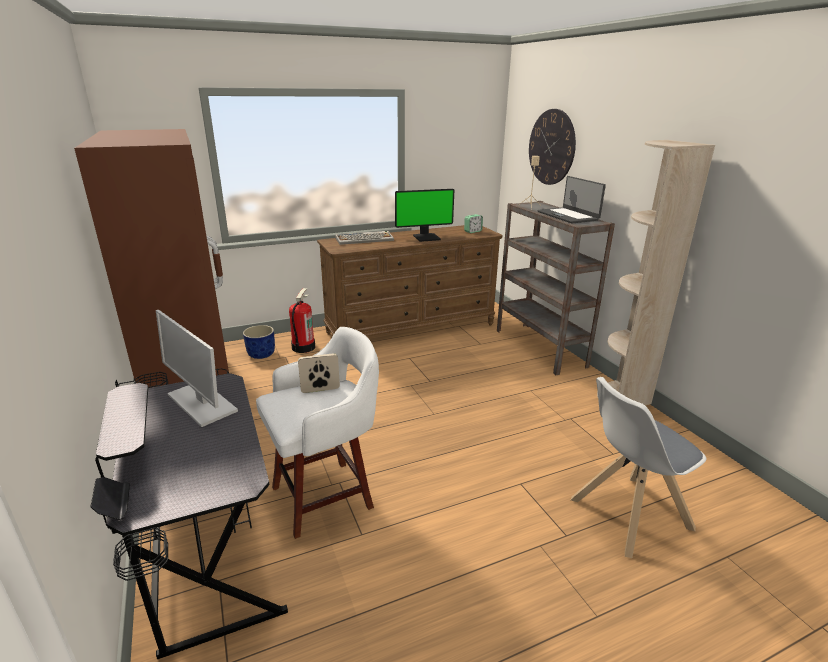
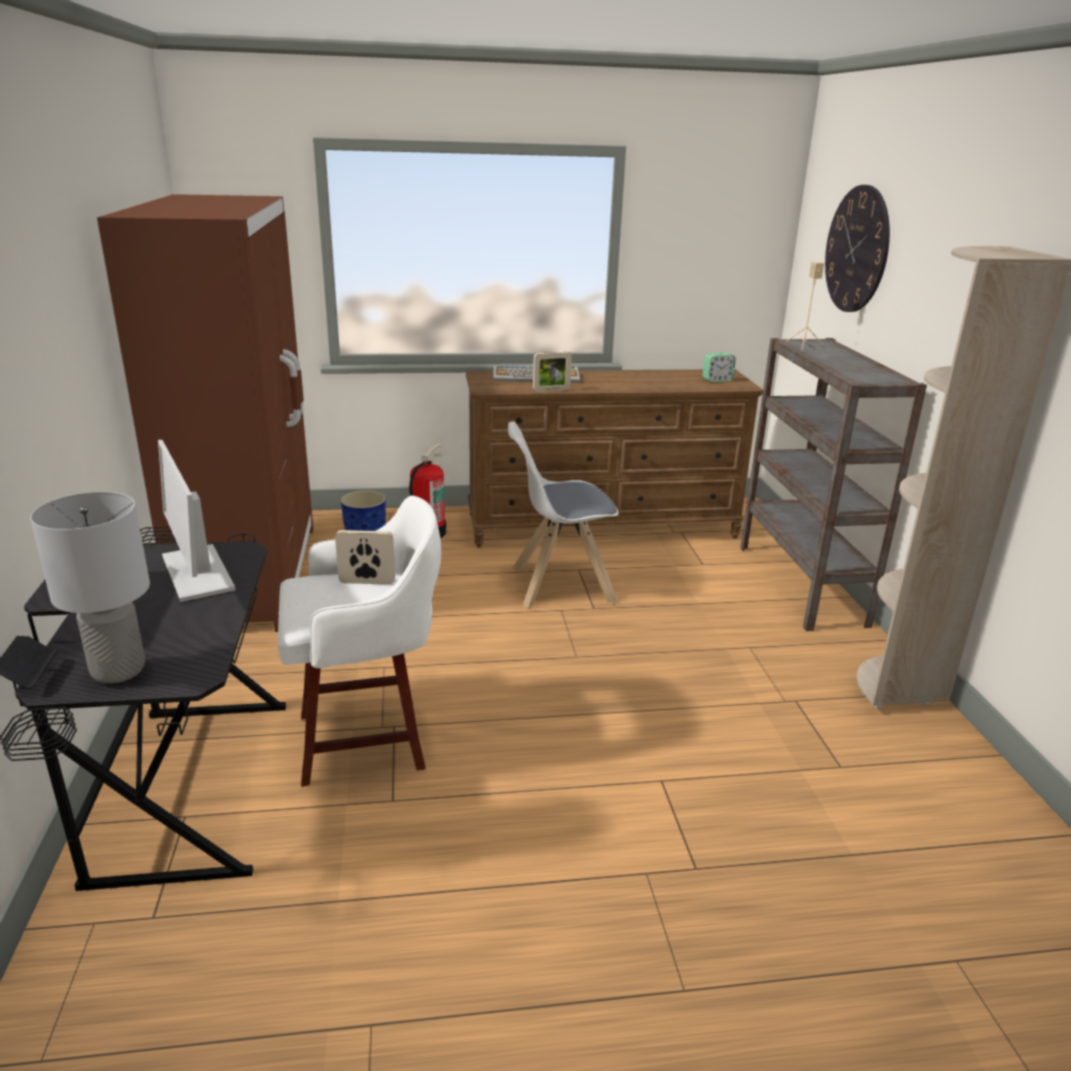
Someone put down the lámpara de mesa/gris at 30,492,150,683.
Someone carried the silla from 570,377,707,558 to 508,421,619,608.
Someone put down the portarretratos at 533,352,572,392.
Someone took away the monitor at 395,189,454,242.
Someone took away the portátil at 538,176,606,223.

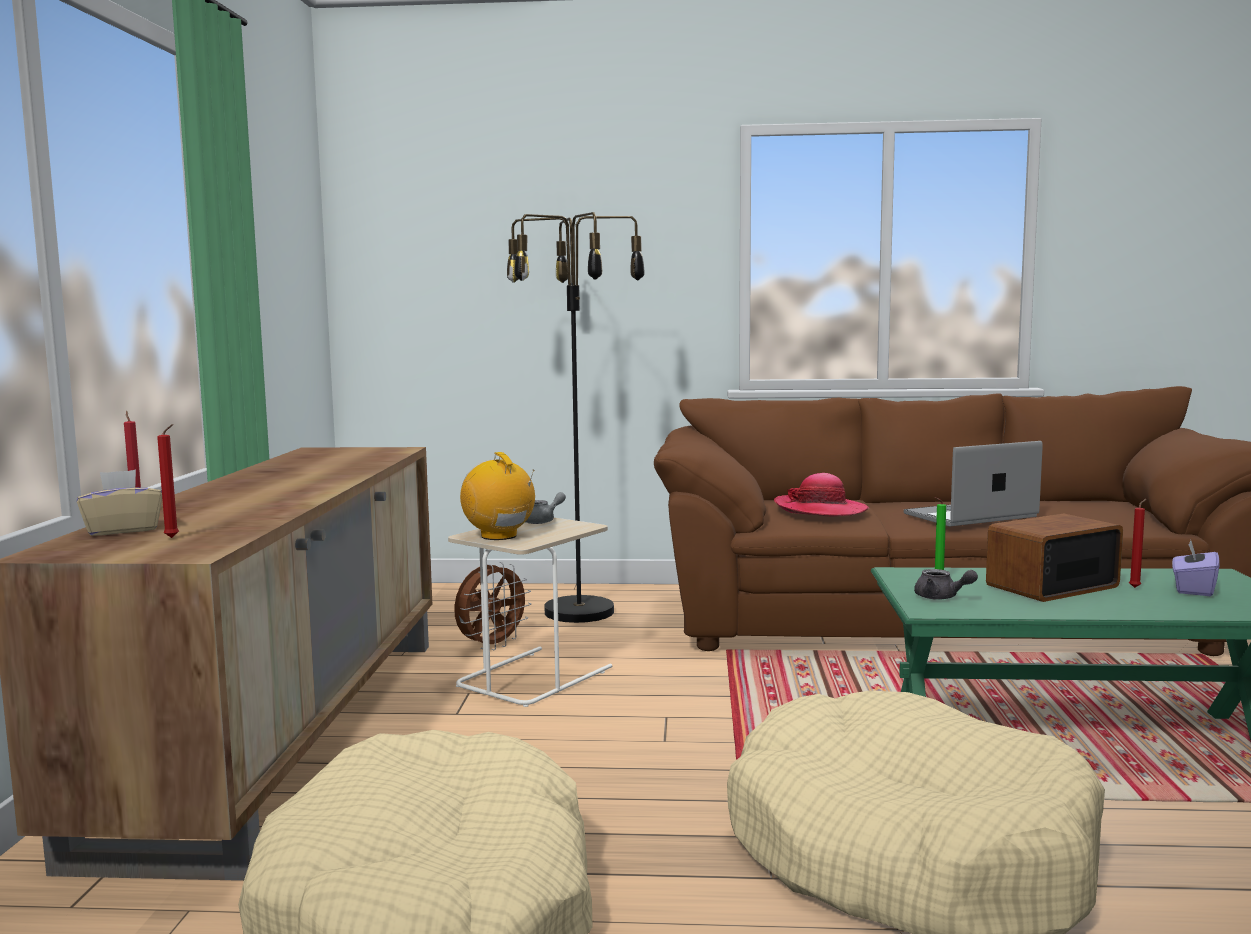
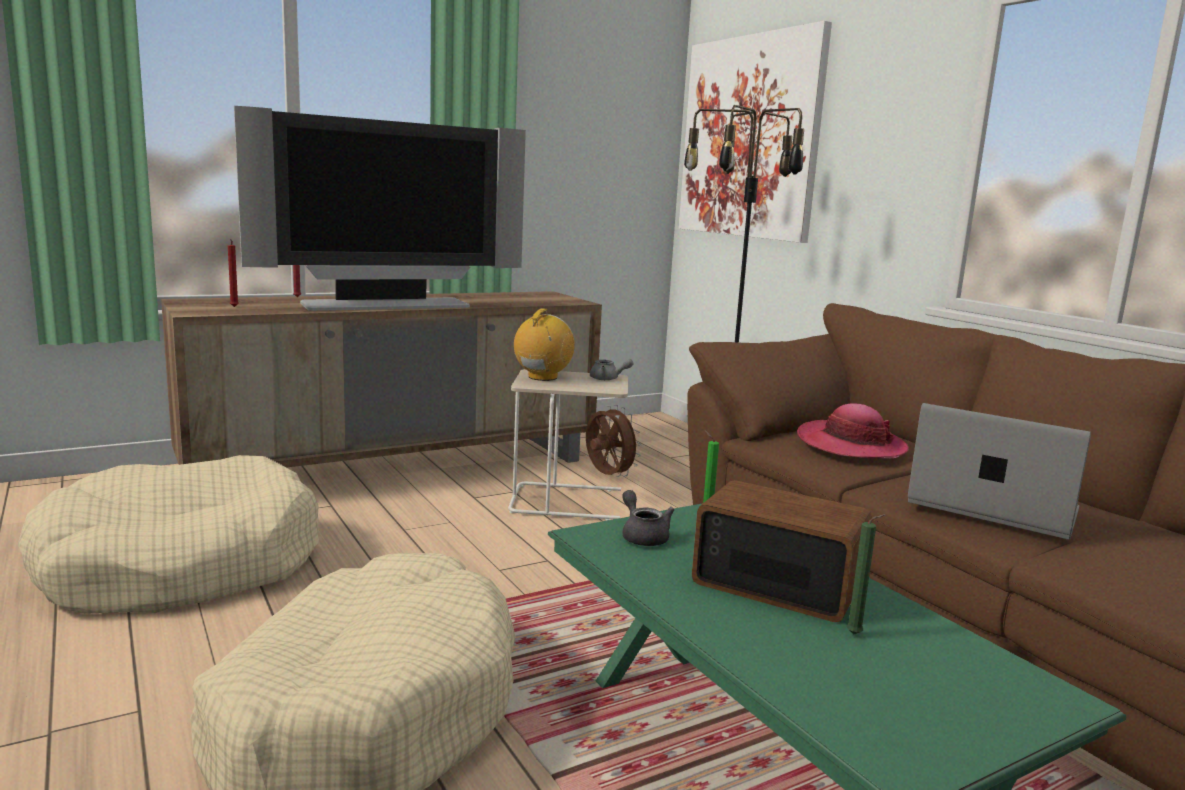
Someone put down the televisor at 234,106,526,311.
Someone rotated the ventilador/marrón at 454,562,531,650 by 135 degrees counterclockwise.
Someone rotated the tetera/gris at 914,569,978,600 by 150 degrees clockwise.
Someone put up the cuadro at 679,21,832,243.
Someone repainted the vela/rojo at 1129,499,1146,588, which became the vela/verde at 847,514,886,634.
Someone took away the caja de pañuelos/beis at 77,470,162,536.
Someone took away the caja de pañuelos/morado at 1172,540,1220,596.

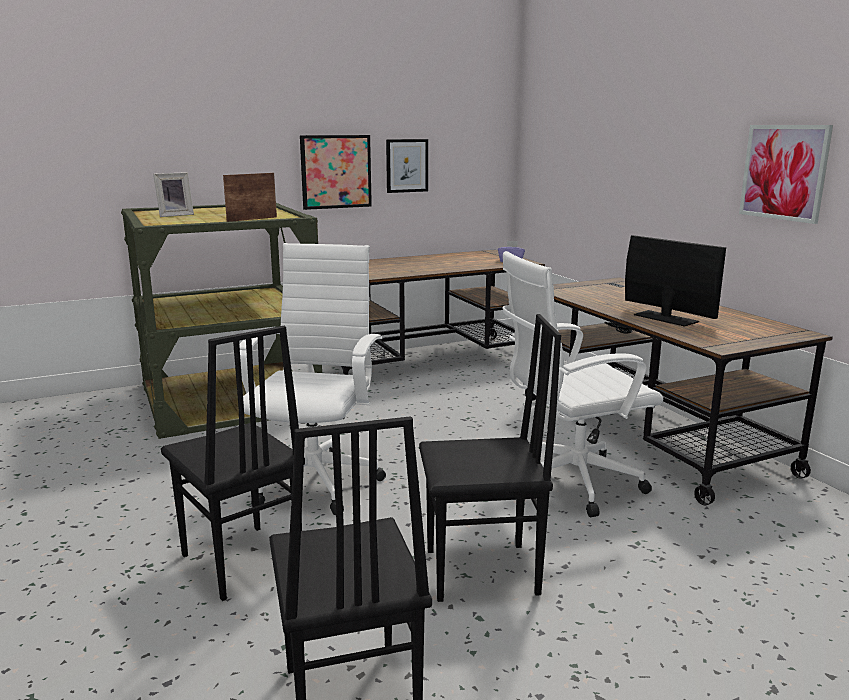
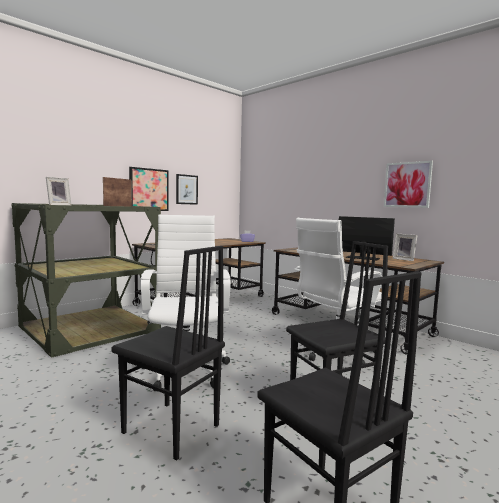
Someone put down the portarretratos at 392,233,417,261.

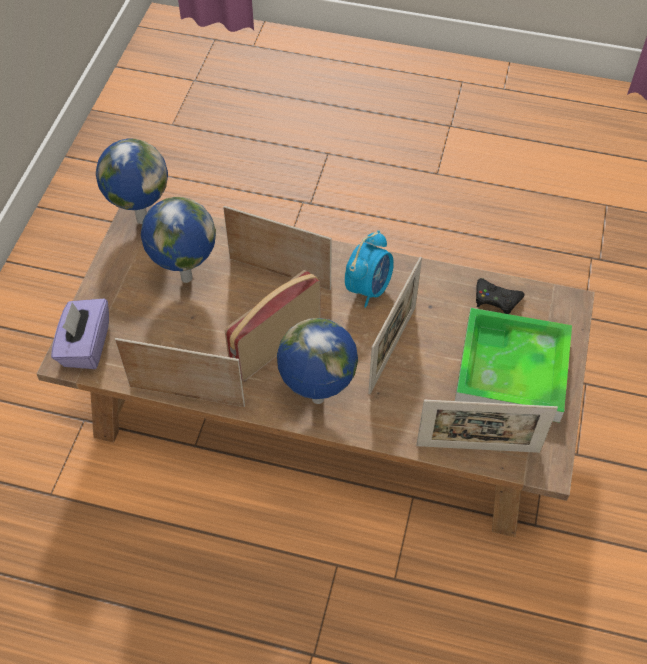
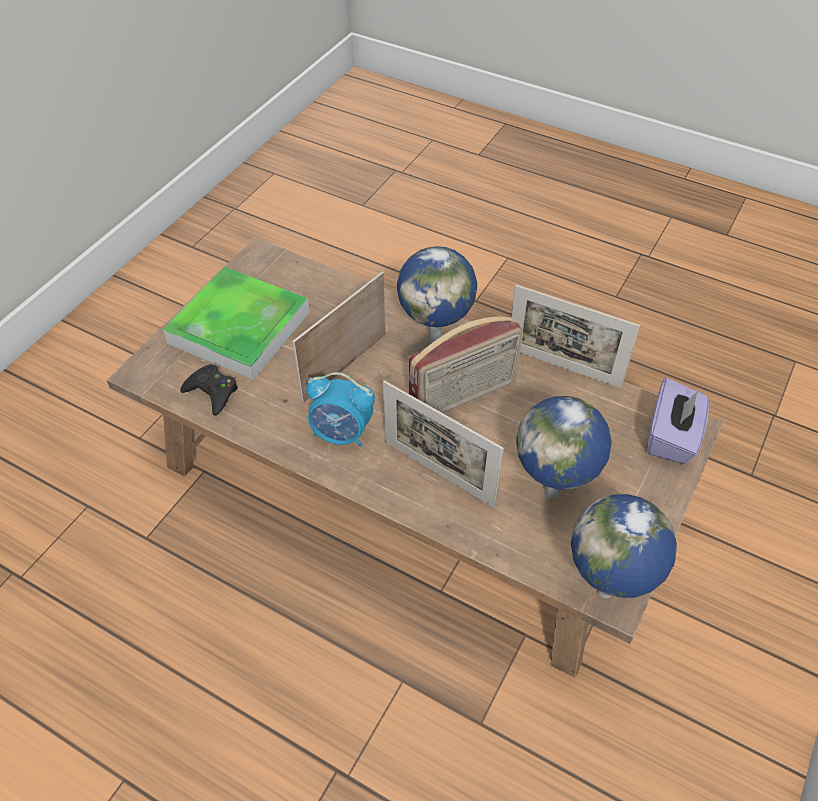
Someone rotated the despertador at 345,230,394,308 by 120 degrees counterclockwise.
Someone took away the portarretratos at 416,400,558,453.

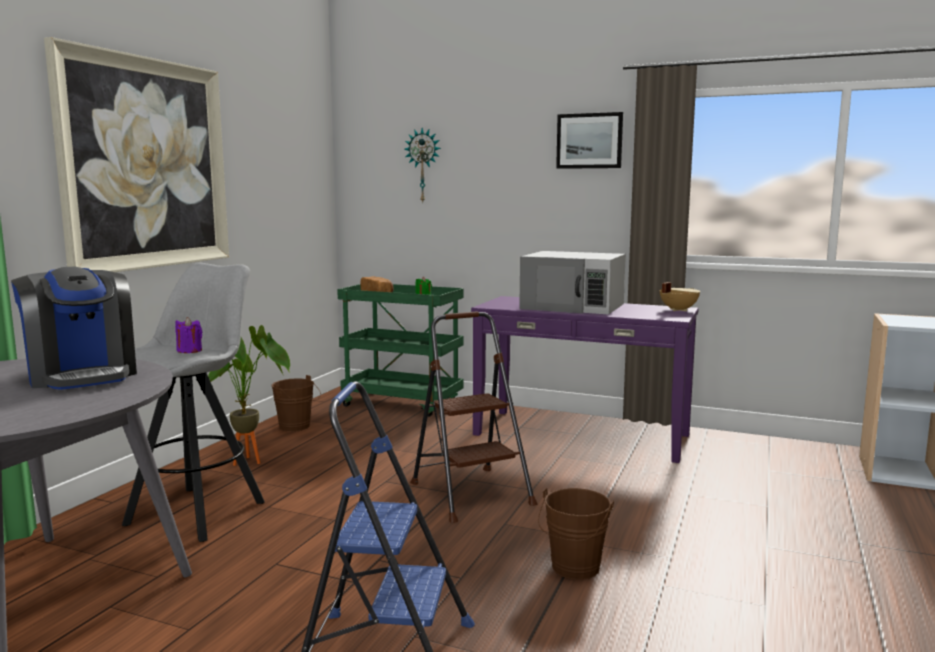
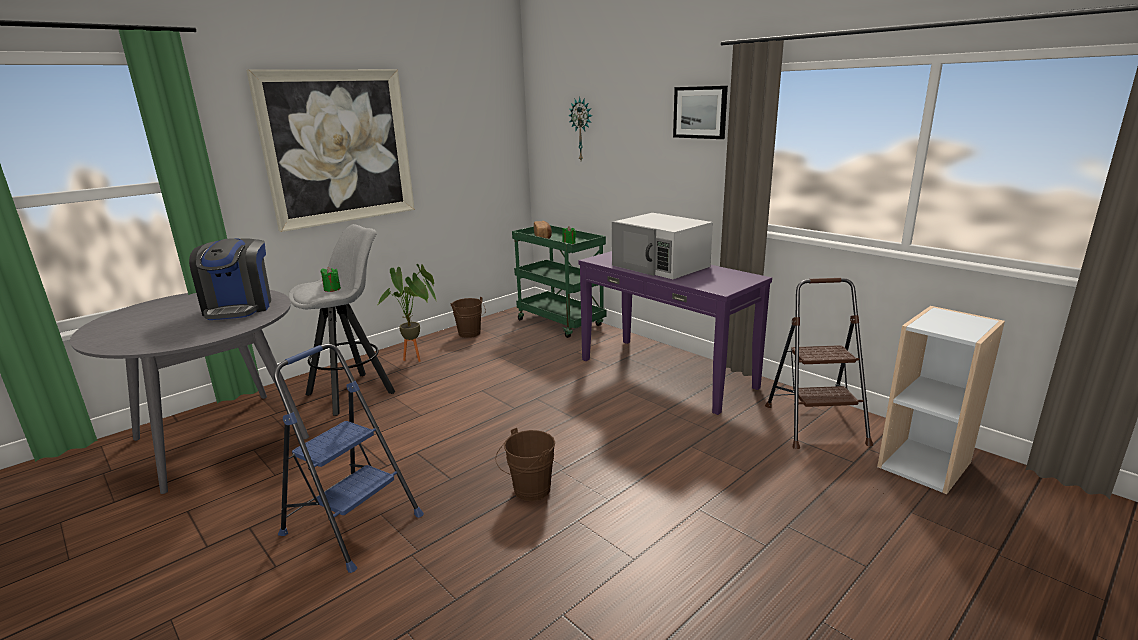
Someone repainted the vela/morado at 175,317,202,353, which became the vela/verde at 321,267,341,292.
Someone carried the escalera de tijera/marrón from 410,311,537,523 to 765,278,873,449.
Someone took away the olla/beis at 660,282,700,311.

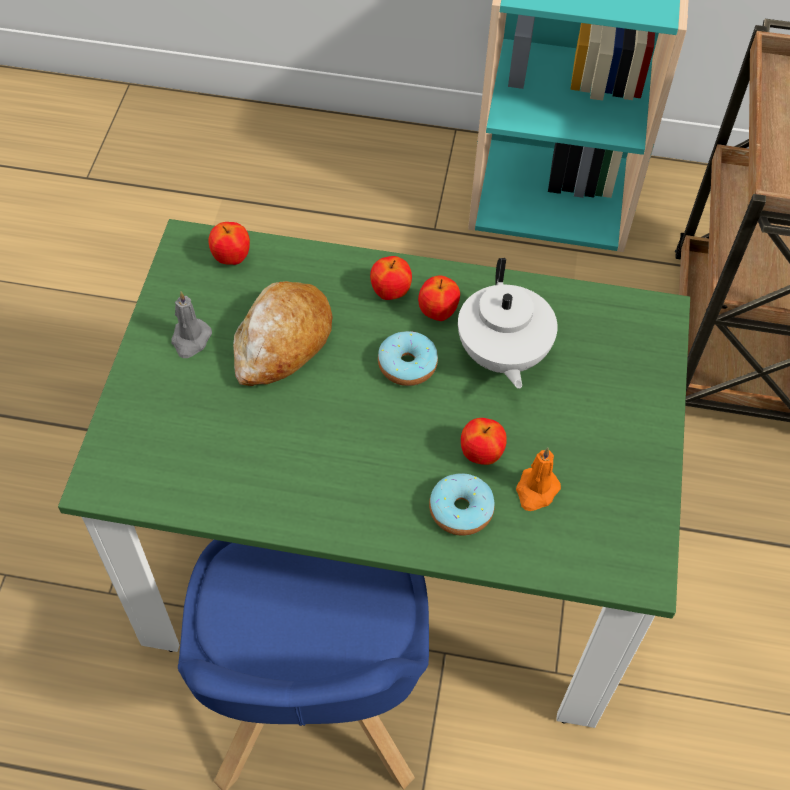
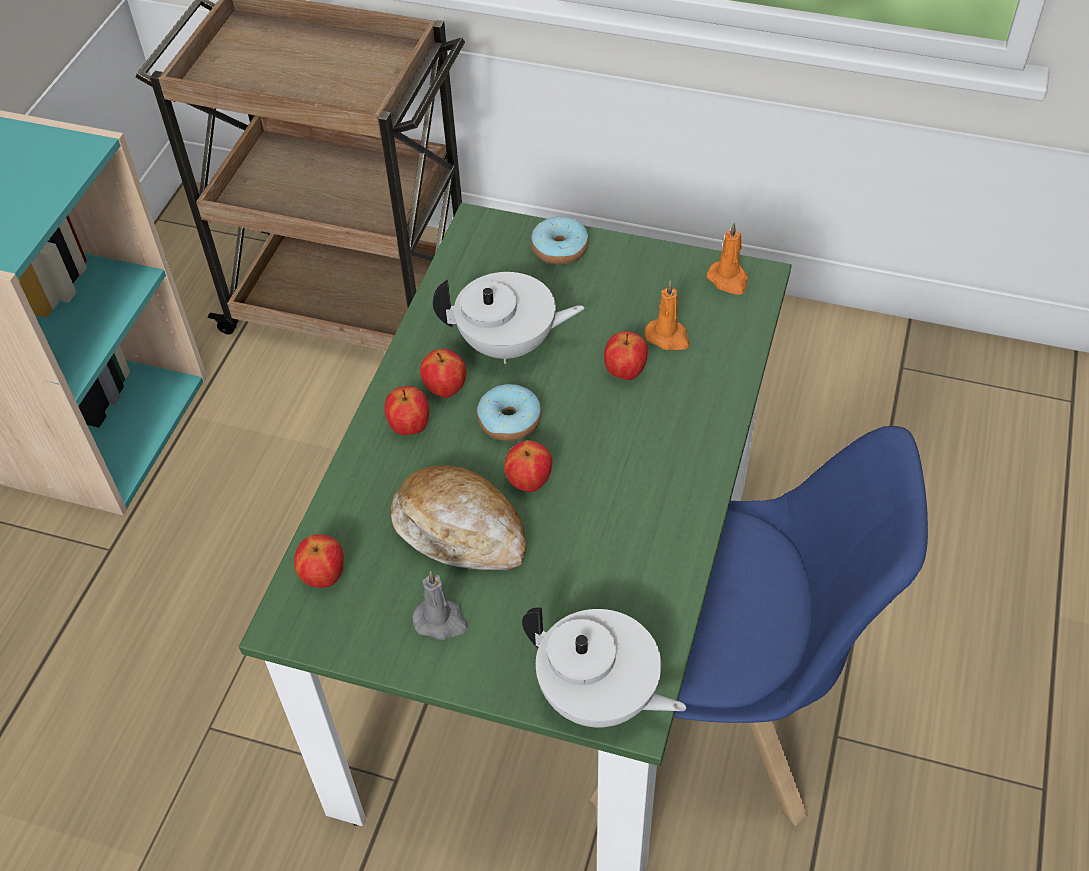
Someone put down the manzana at 504,440,552,492.
Someone put down the tetera/blanco at 522,608,686,728.
Someone carried the rosquilla from 429,473,495,536 to 531,216,589,265.
Someone put down the vela/naranja at 707,223,748,295.

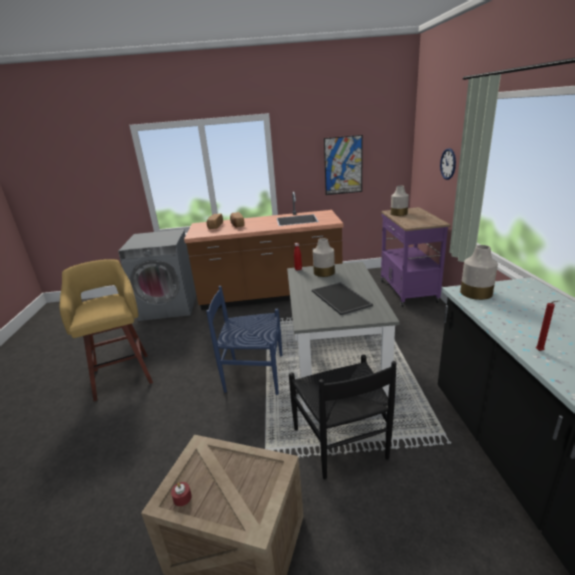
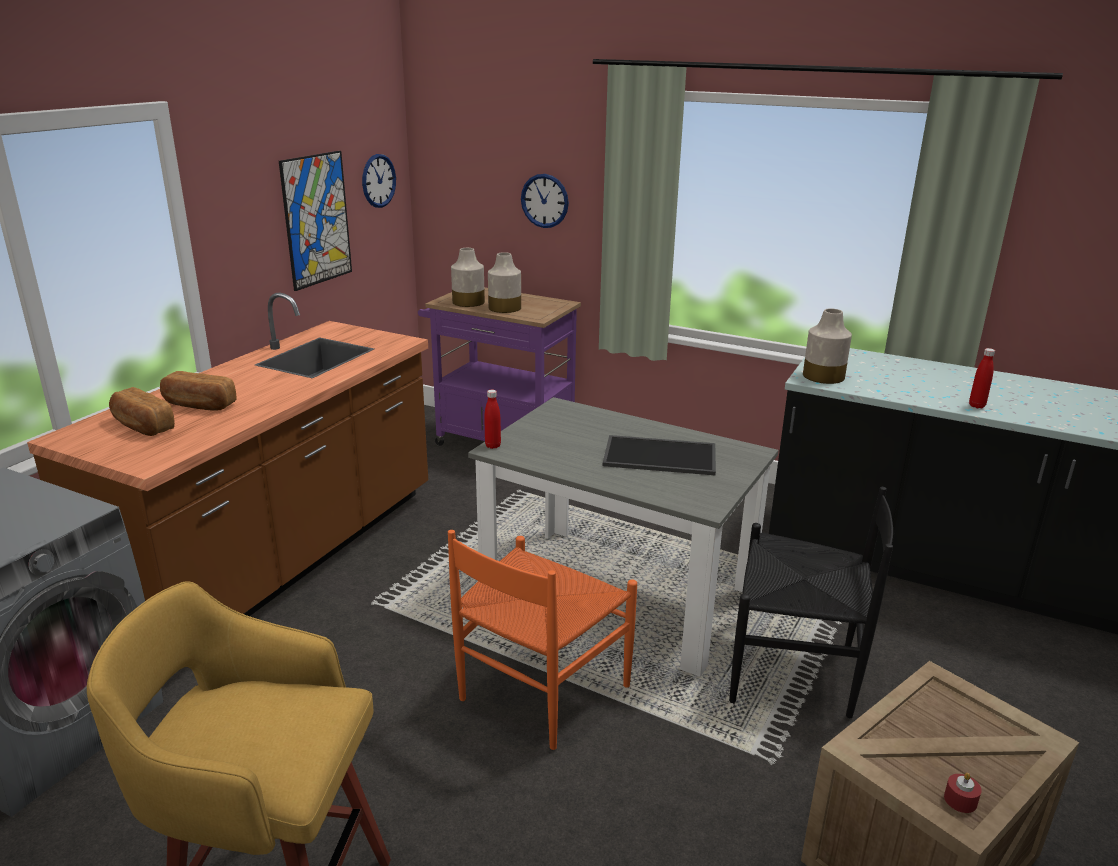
Someone put up the reloj de pared at 362,154,396,208.
Someone repainted the silla/azul at 206,286,282,395, which became the silla/naranja at 448,530,637,750.
Someone carried the florero/beis from 313,238,335,277 to 488,252,521,313.
Someone swapped the vela/rojo at 536,301,558,351 for the botella/rojo at 969,348,995,408.

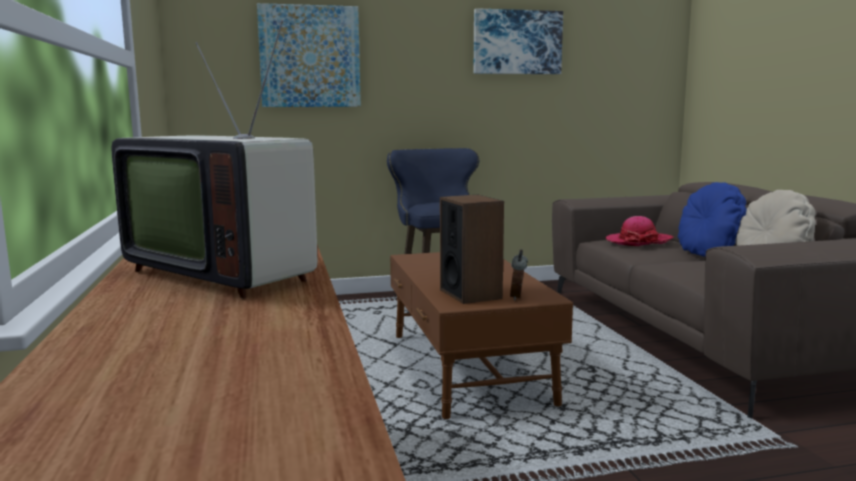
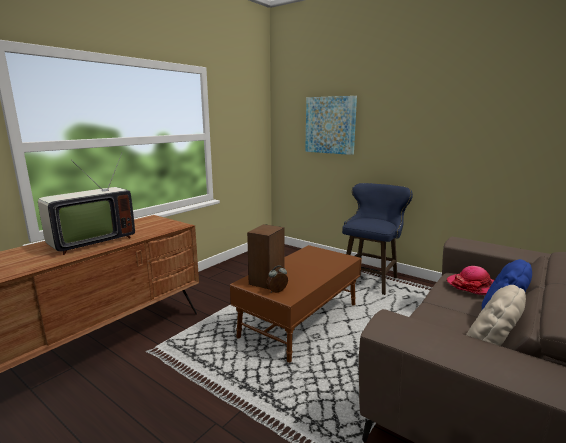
Someone rotated the televisor at 111,20,317,299 by 135 degrees counterclockwise.
Someone took away the cuadro at 474,8,563,74.

